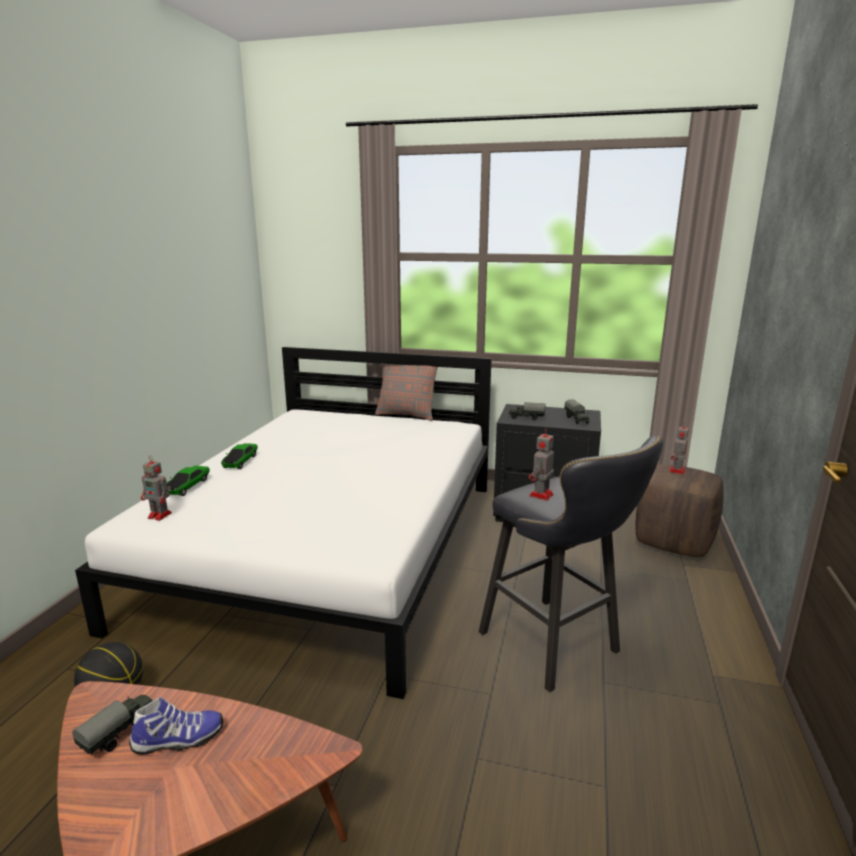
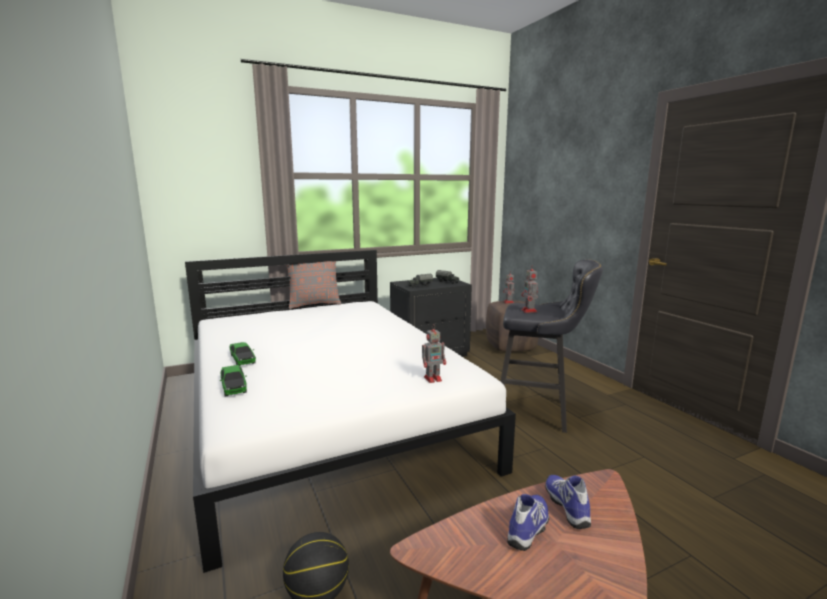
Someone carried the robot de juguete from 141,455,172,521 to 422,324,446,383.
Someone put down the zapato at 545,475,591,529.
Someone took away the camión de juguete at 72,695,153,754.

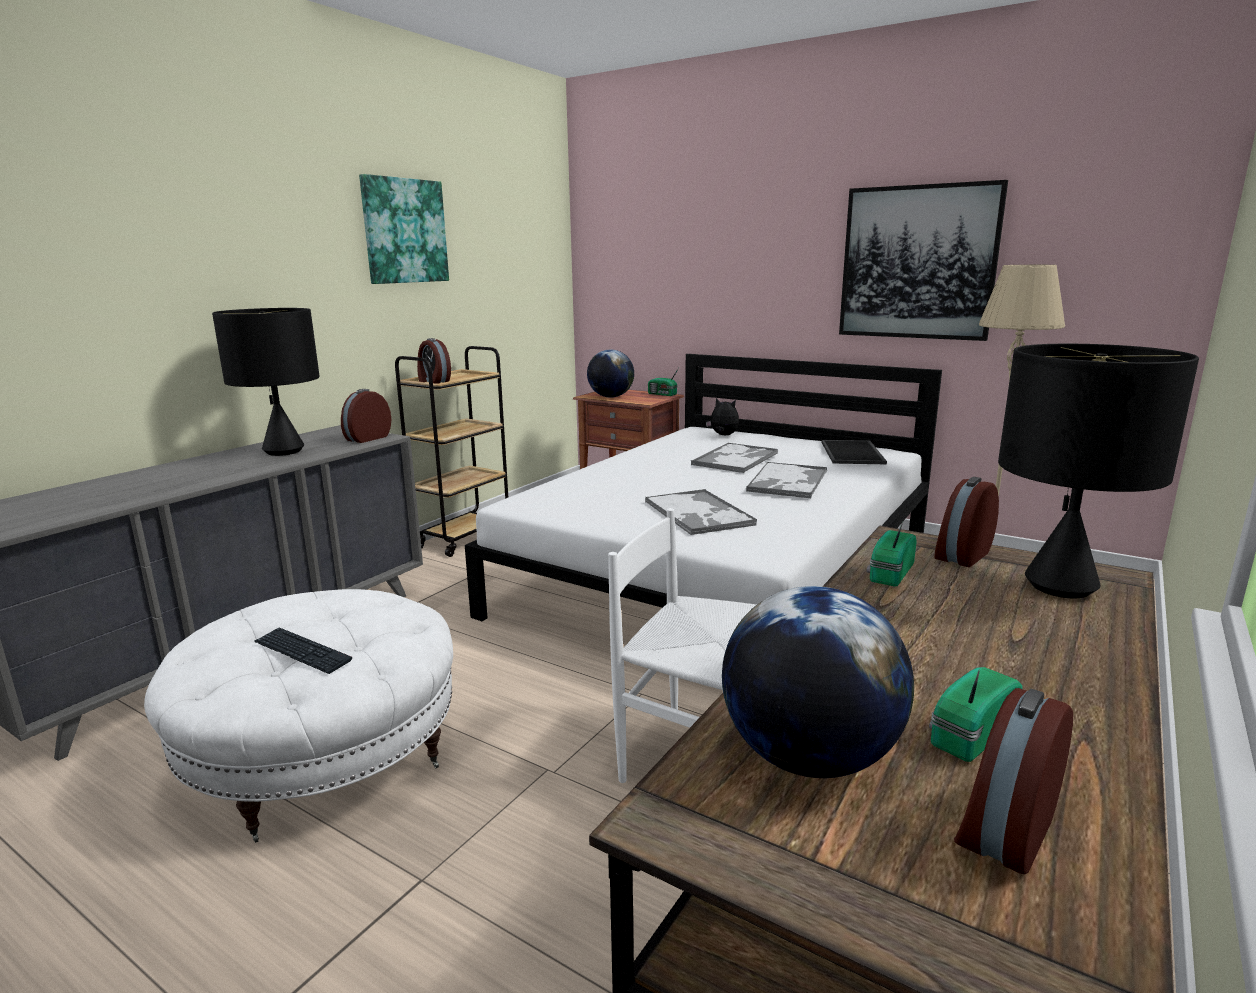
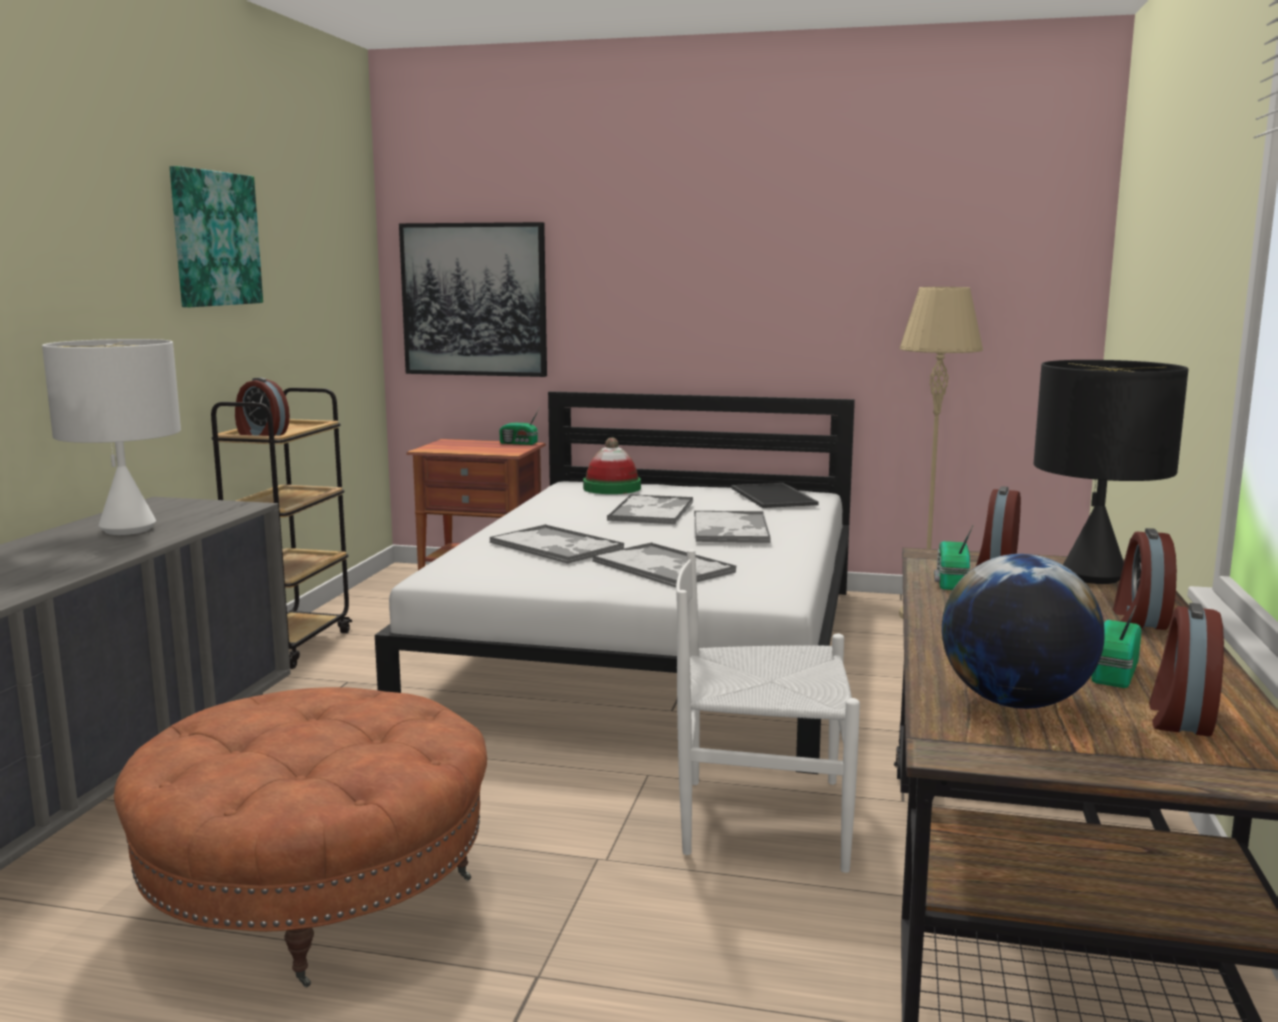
Someone repainted the lámpara de mesa/negro at 212,308,320,456, which became the lámpara de mesa/blanco at 42,339,181,535.
Someone repainted the puf/blanco at 144,589,453,843, which became the puf/marrón at 114,687,487,987.
Someone carried the cuadro from 839,180,1008,341 to 399,222,547,377.
Someone put down the bandeja at 490,524,624,564.
Someone swapped the peluche at 706,398,739,435 for the sombrero at 583,437,641,494.
Someone carried the despertador from 341,389,392,443 to 1113,528,1177,630.
Someone took away the teclado at 254,627,352,674.
Someone took away the globo terráqueo at 587,349,634,398.

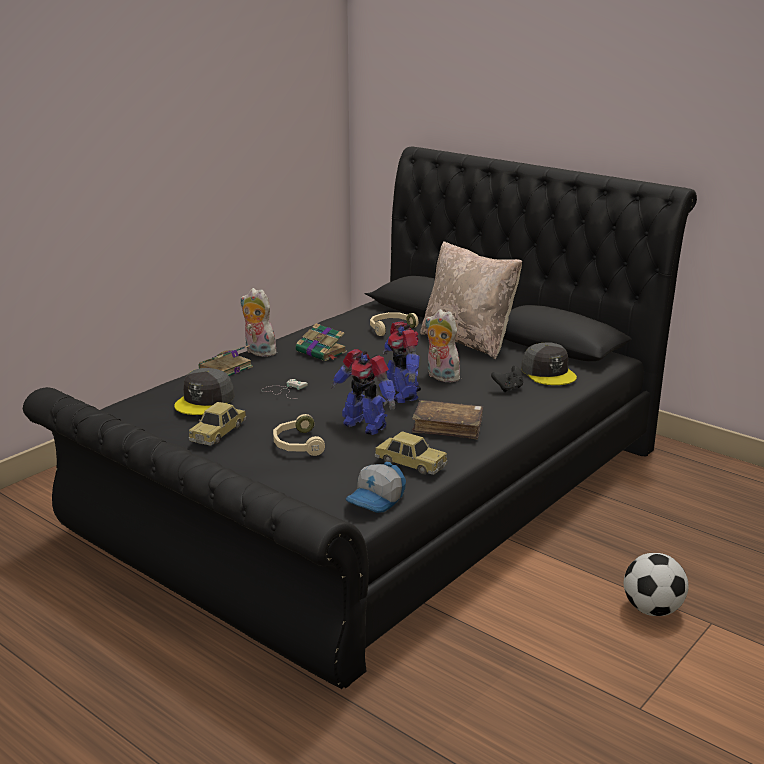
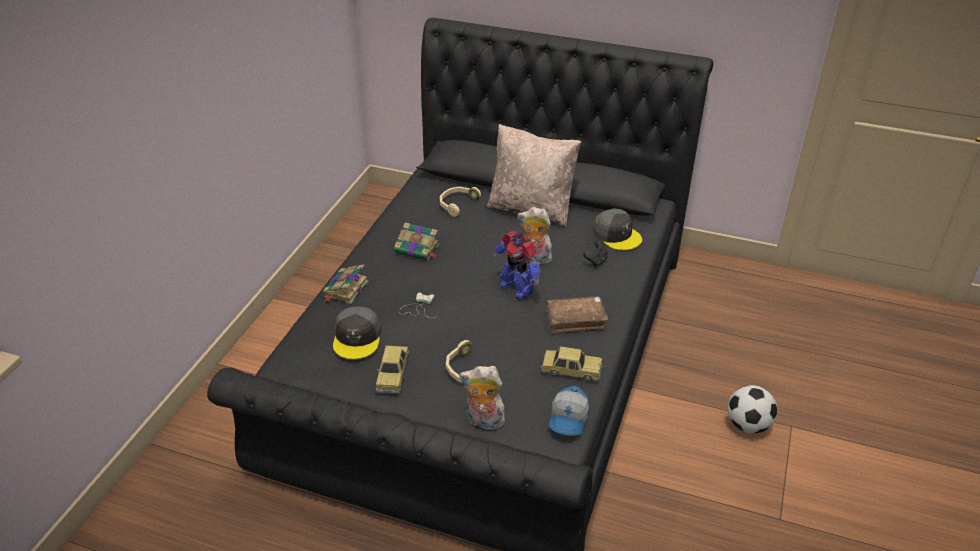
Someone carried the peluche from 240,288,276,357 to 459,366,507,430.
Someone took away the robot de juguete at 330,349,396,435.

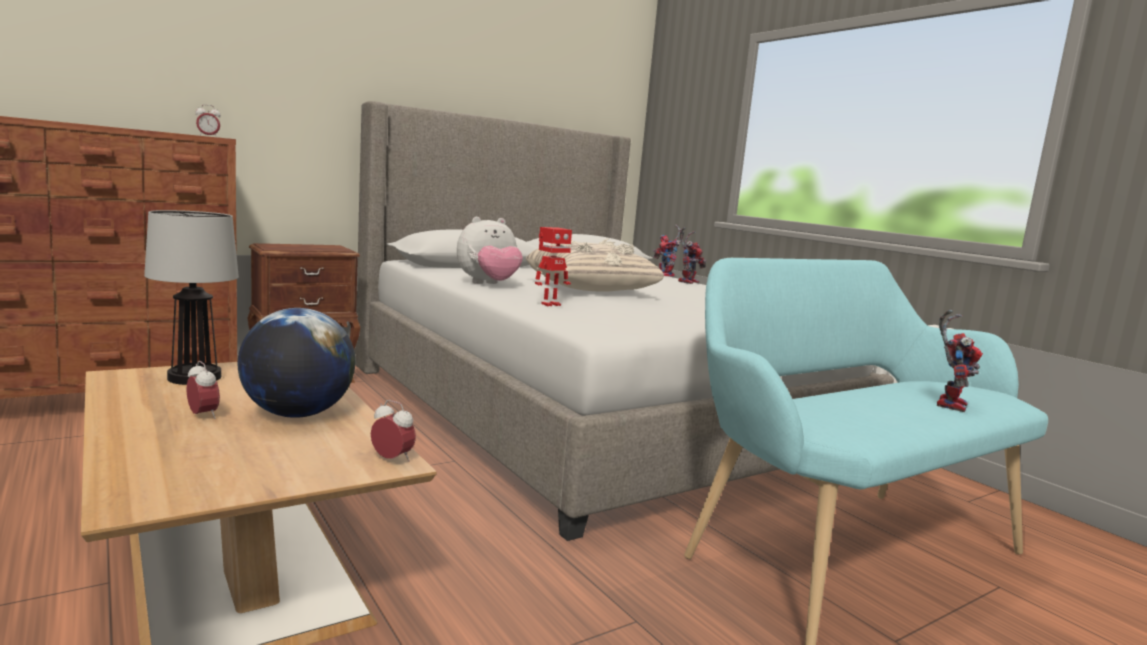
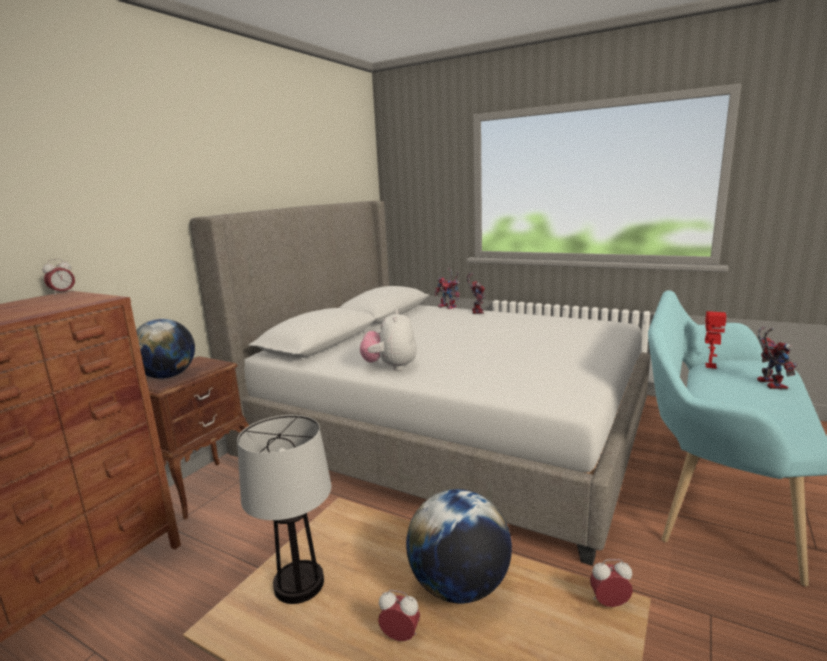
Someone put down the globo terráqueo at 136,319,195,379.
Someone rotated the peluche at 457,217,523,284 by 150 degrees clockwise.
Someone carried the robot de juguete from 535,227,572,306 to 705,311,727,369.
Someone took away the cojín/beis at 526,238,664,292.

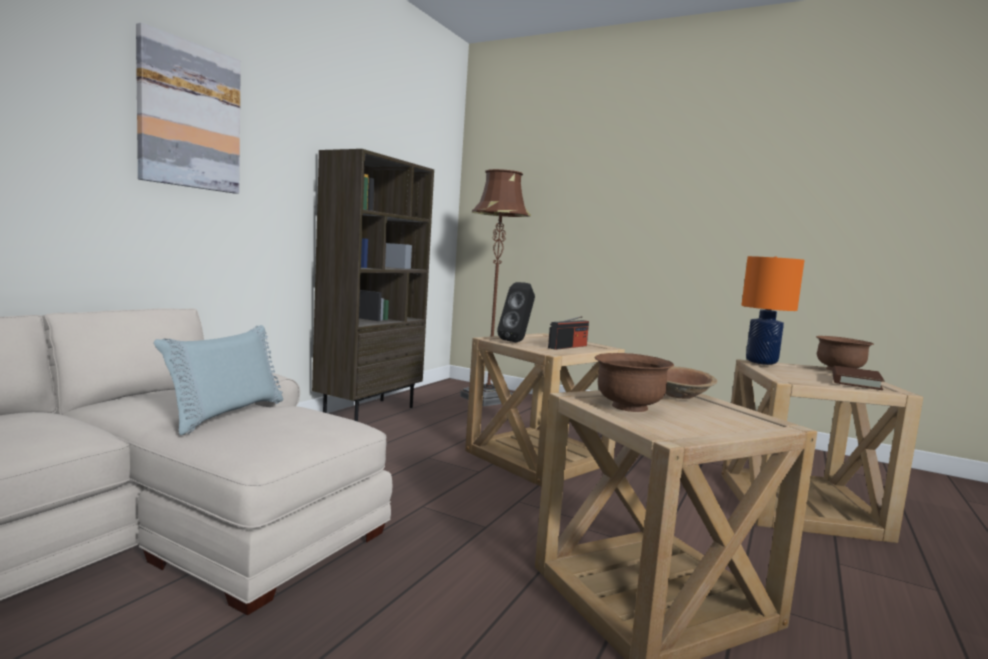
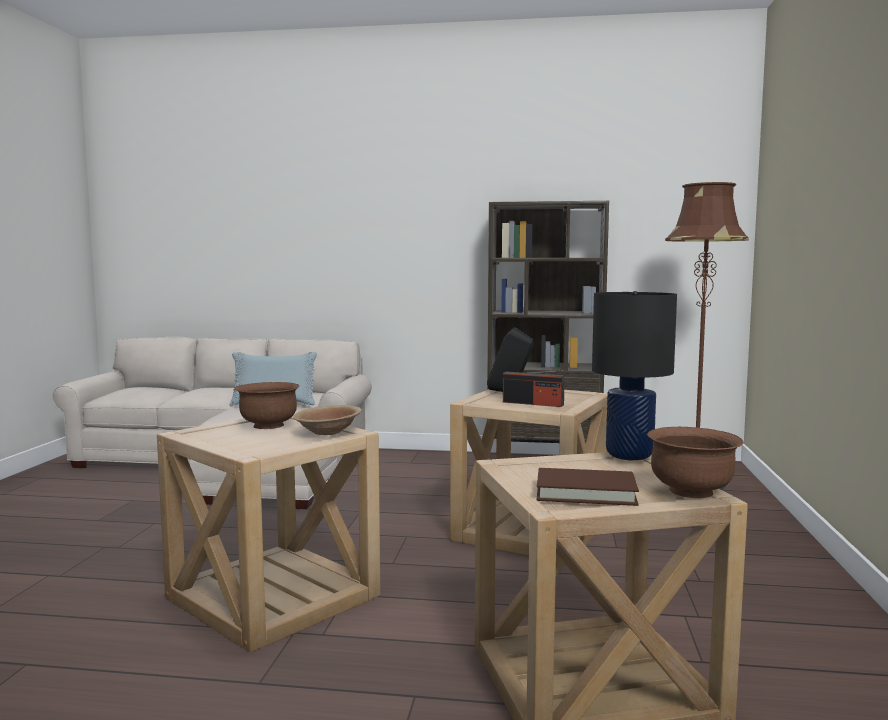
Someone repainted the lámpara de mesa/naranja at 741,256,805,365, which became the lámpara de mesa/negro at 592,291,677,460.
Someone took away the cuadro at 136,23,241,194.

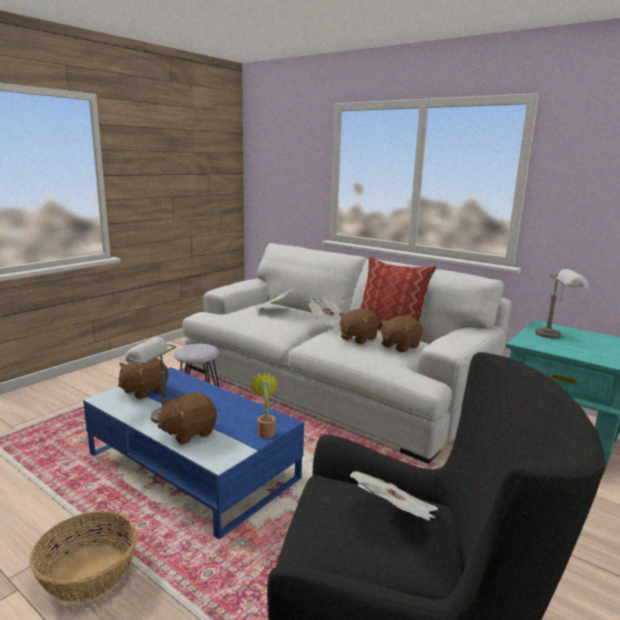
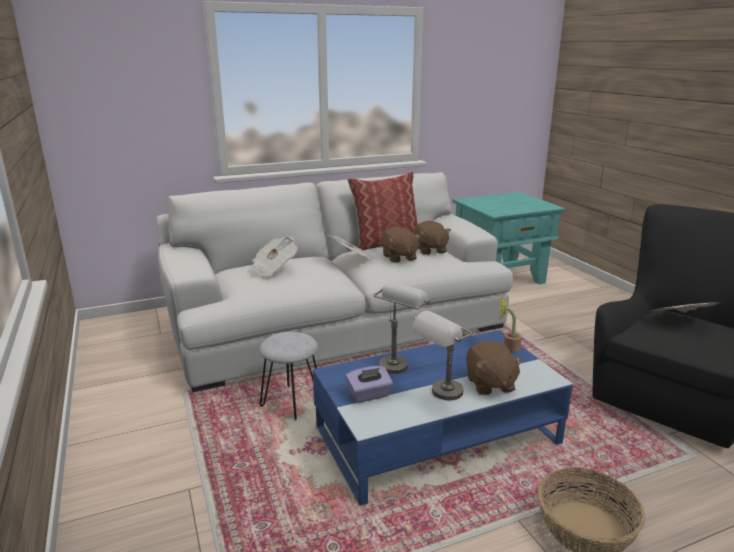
Someone swapped the peluche/marrón at 118,358,168,399 for the caja de pañuelos/morado at 346,366,393,403.
Someone carried the lámpara de mesa/gris from 535,269,589,339 to 373,282,430,374.

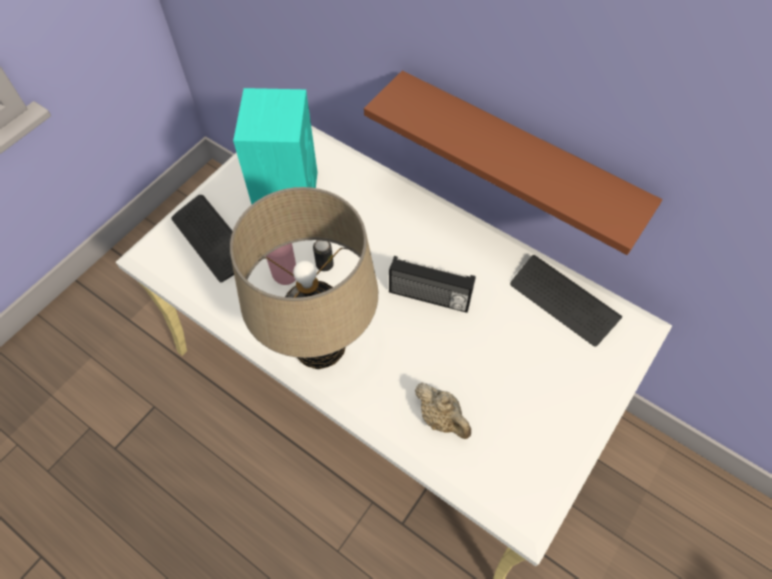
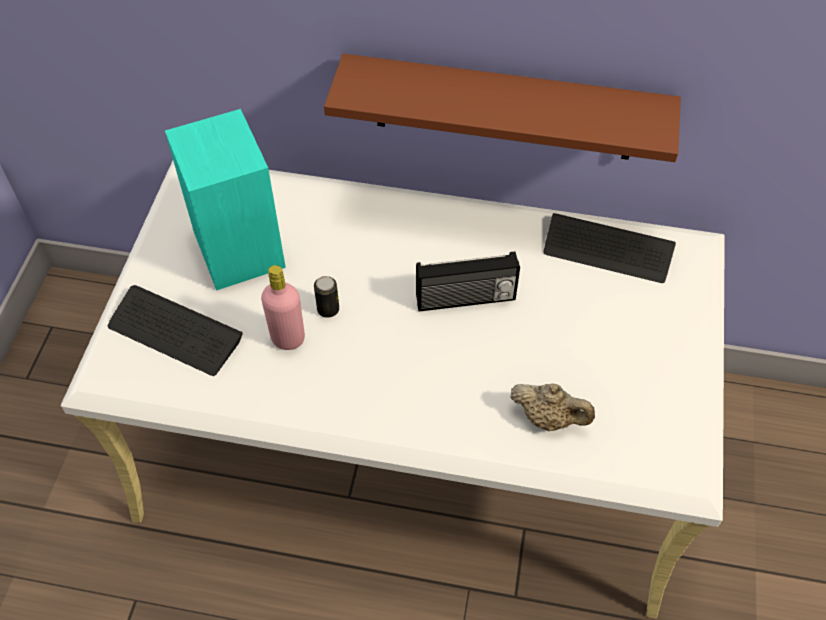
Someone took away the lámpara de mesa/beis at 230,187,378,369.

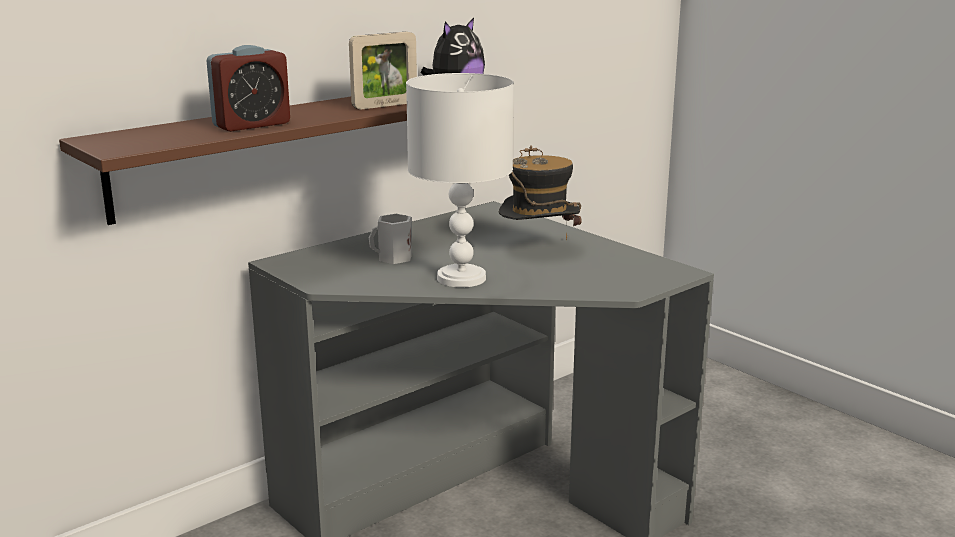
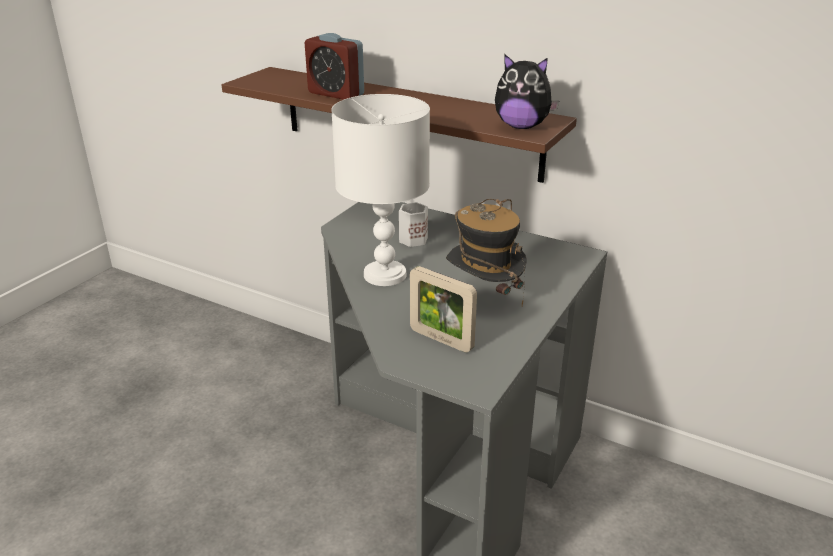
Someone carried the portarretratos from 349,32,417,110 to 410,266,477,353.

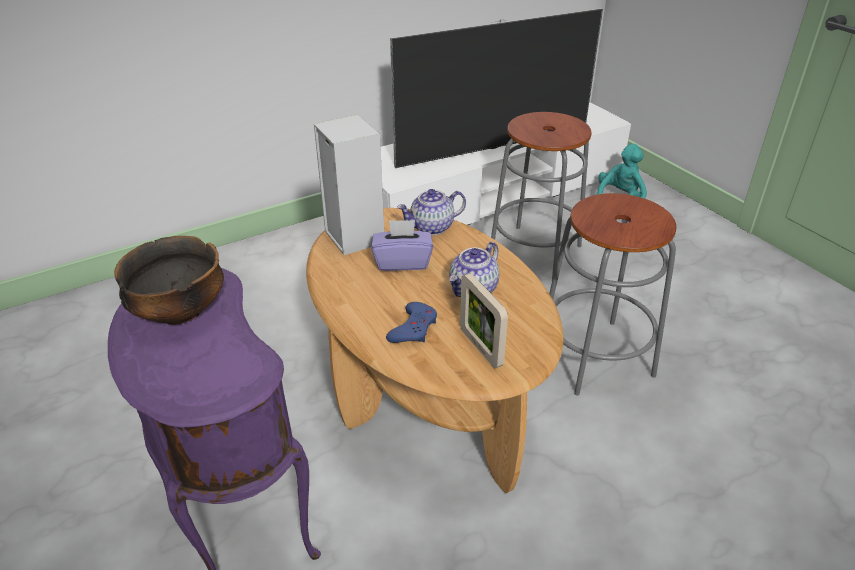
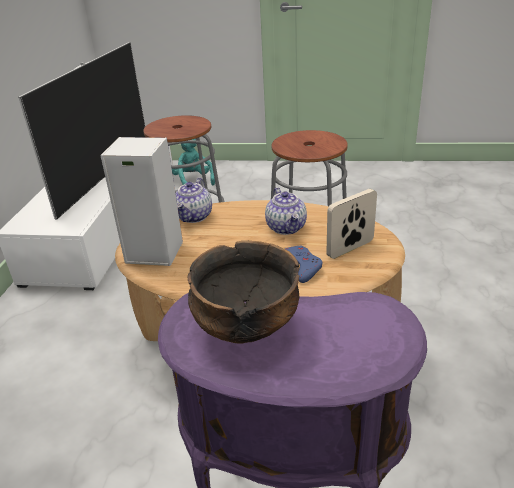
Someone rotated the portarretratos at 460,273,508,368 by 135 degrees clockwise.
Someone took away the caja de pañuelos/morado at 372,220,433,271.

